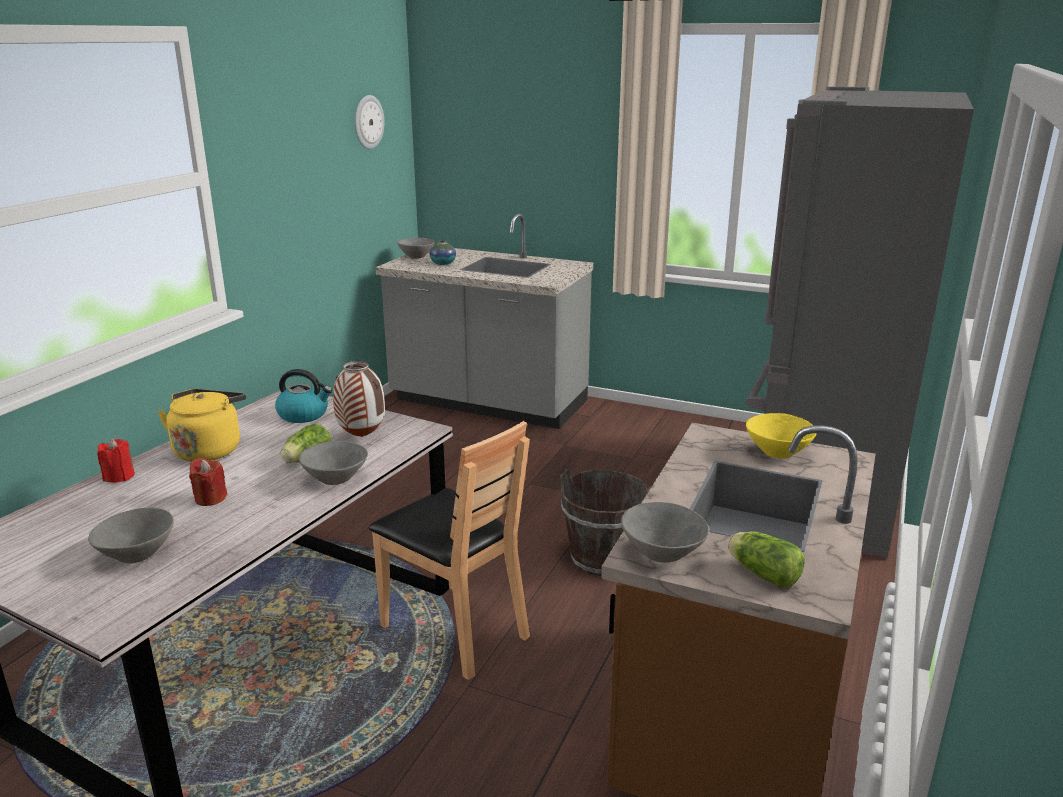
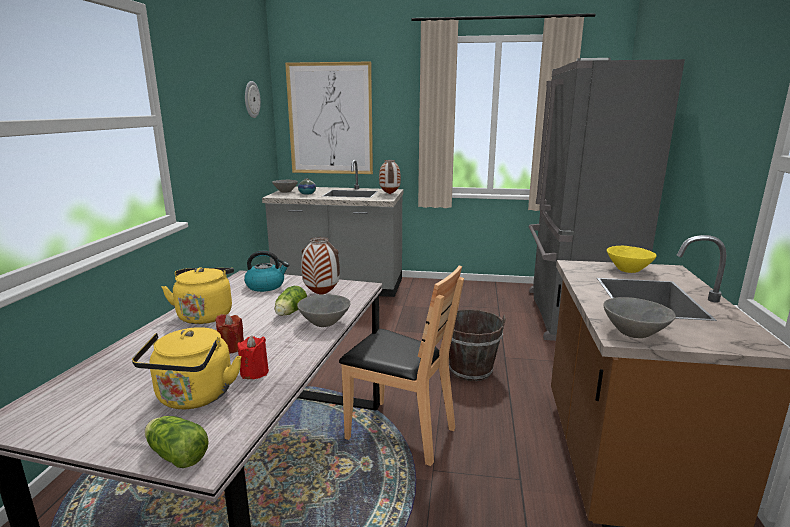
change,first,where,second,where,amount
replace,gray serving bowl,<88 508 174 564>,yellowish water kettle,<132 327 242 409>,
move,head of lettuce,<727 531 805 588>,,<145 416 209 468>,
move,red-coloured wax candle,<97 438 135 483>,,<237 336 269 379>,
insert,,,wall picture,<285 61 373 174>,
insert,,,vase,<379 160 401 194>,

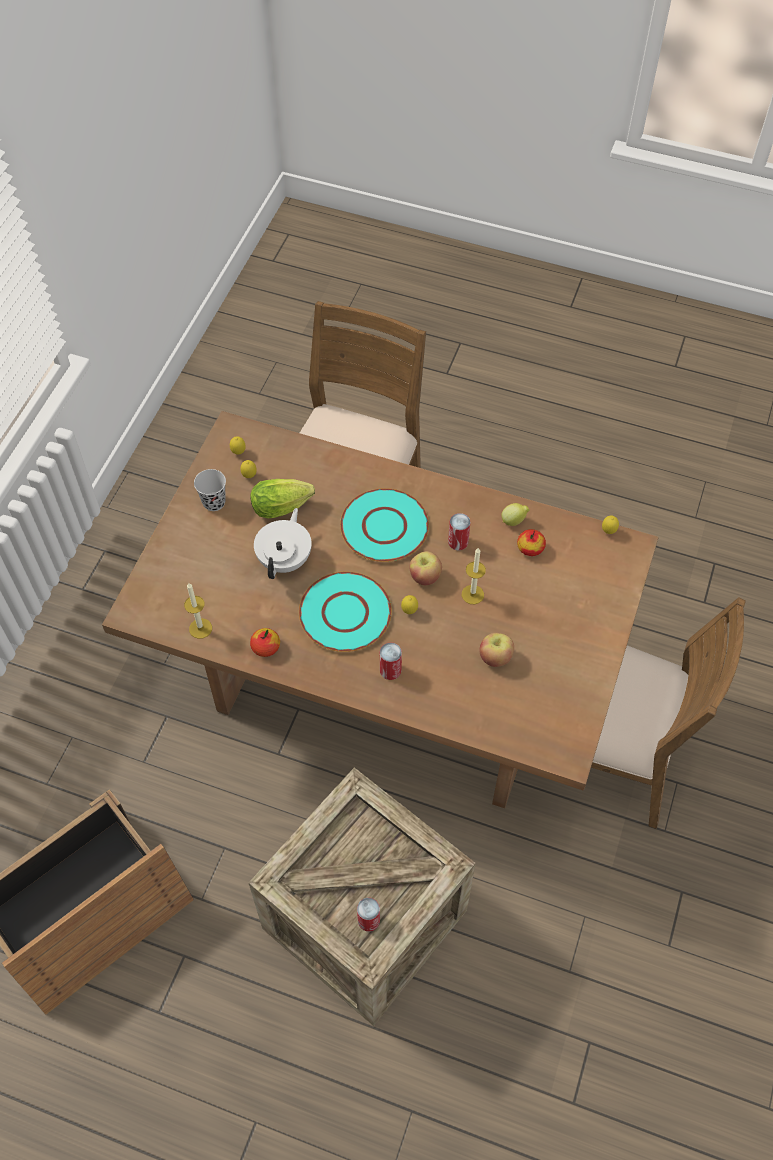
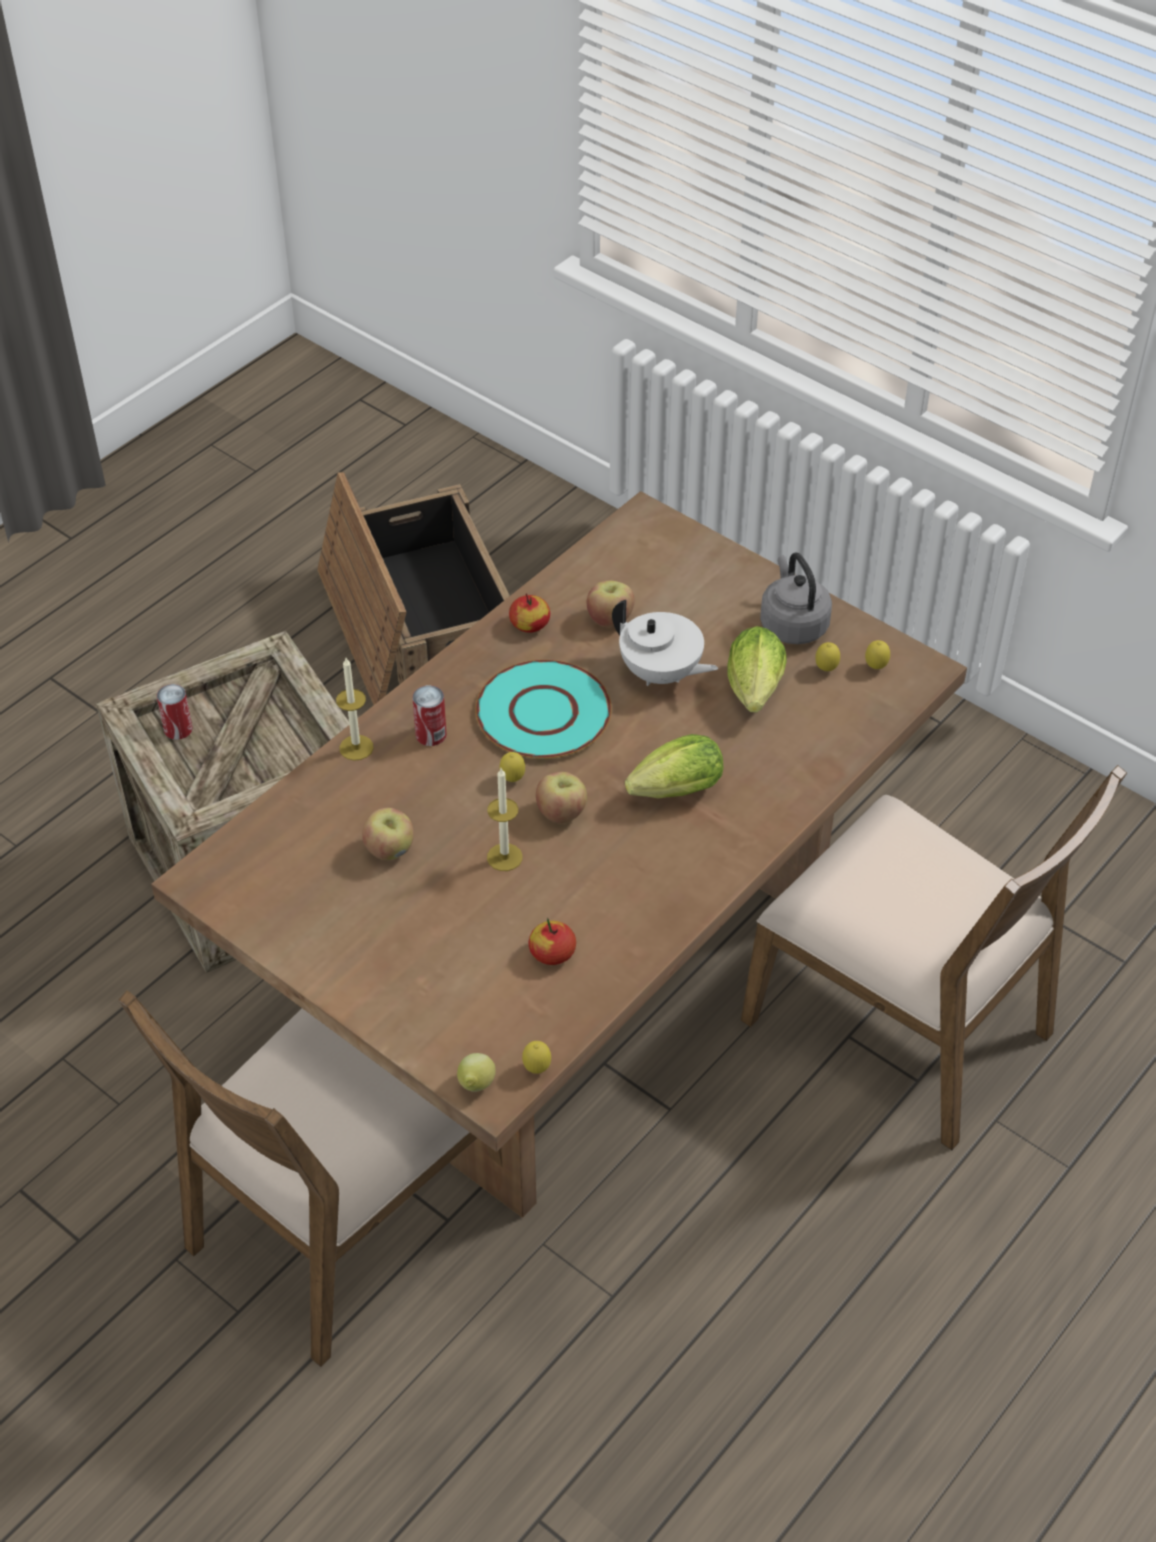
change,first,where,second,where,amount
move,wax candle,<184 583 212 639>,,<336 658 374 761>,
move,whole lemon,<501 503 529 526>,,<457 1053 496 1092>,
insert,,,apple,<587 580 635 627>,
replace,turquoise plate,<340 488 429 562>,head of lettuce,<625 734 723 798>,
replace,black small cup,<194 469 226 511>,gray water kettle,<760 553 832 644>,
delete,sealed can,<448 513 471 550>,,,

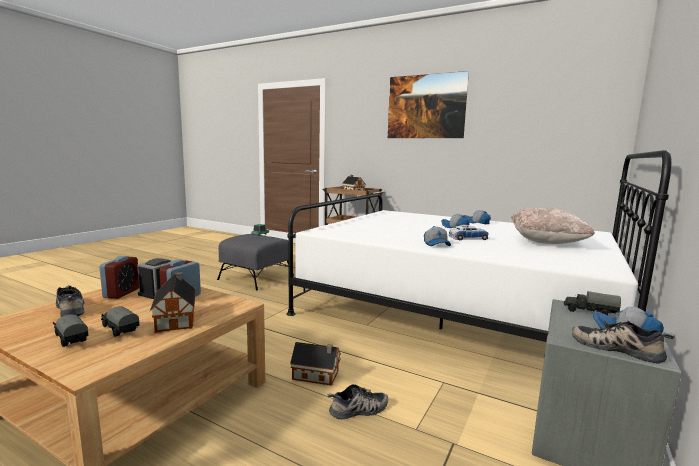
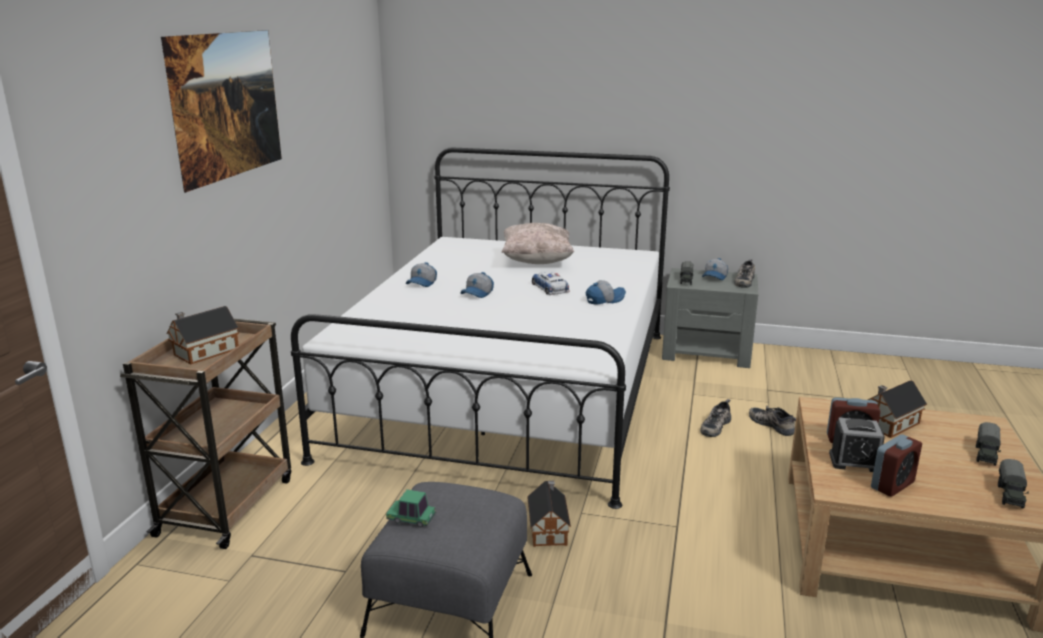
change,first,where,second,where,amount
move,toy house,<290 342 341 386>,,<527 481 571 547>,
move,low shoe,<56 286 85 317>,,<700 399 731 437>,
rotate,bedside clock,<99 256 139 299>,,<871 434 922 496>,150 degrees clockwise
move,model truck,<101 306 139 337>,,<998 459 1029 509>,

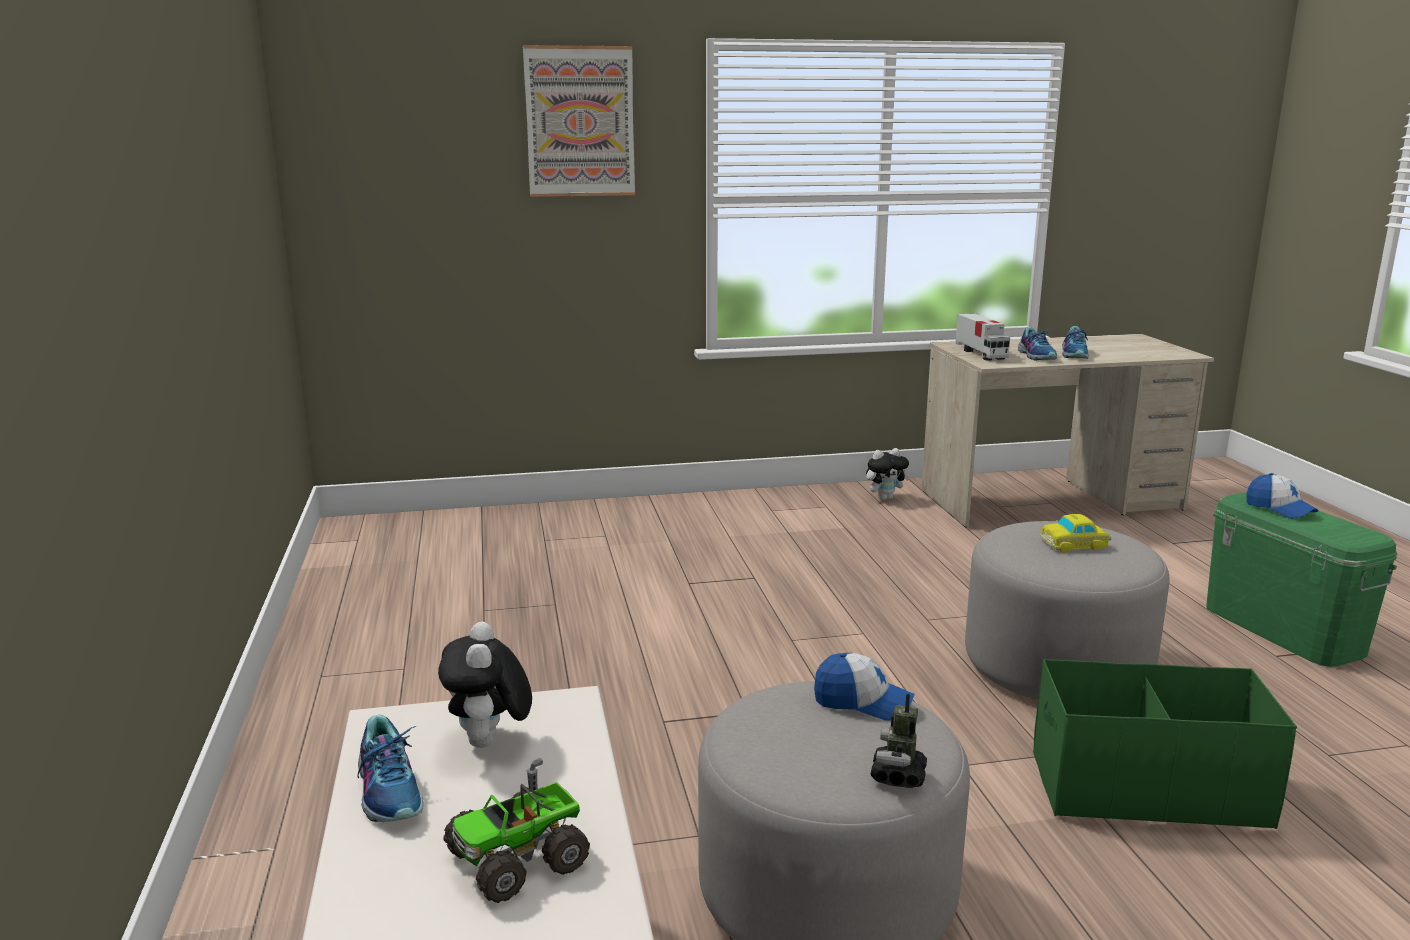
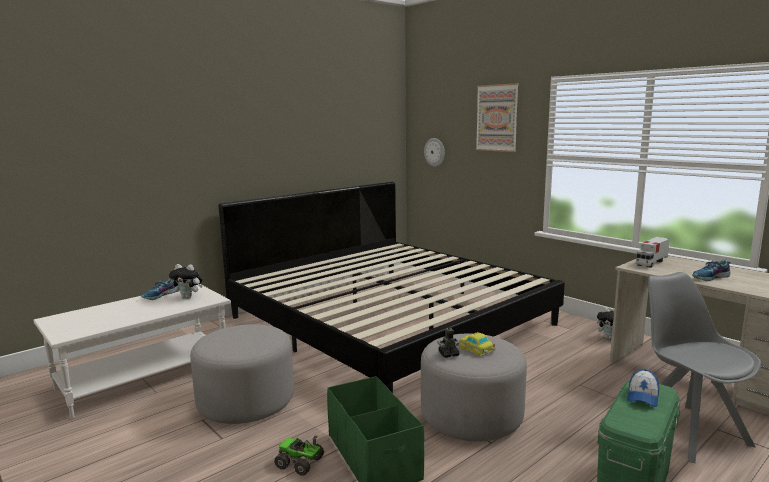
change,first,where,second,where,amount
rotate,plush toy,<438 622 532 748>,,<169 264 203 299>,135 degrees counterclockwise
insert,,,bed,<219 182 565 393>,
move,model truck,<444 758 590 903>,,<274 435 324 476>,
insert,,,wall clock,<424 138 445 167>,
move,model robot,<871 693 927 788>,,<437 322 459 358>,
insert,,,gray plain chair,<648 272 761 463>,
delete,cap,<814 653 914 721>,,,
delete,low shoe,<1018 327 1057 360>,,,

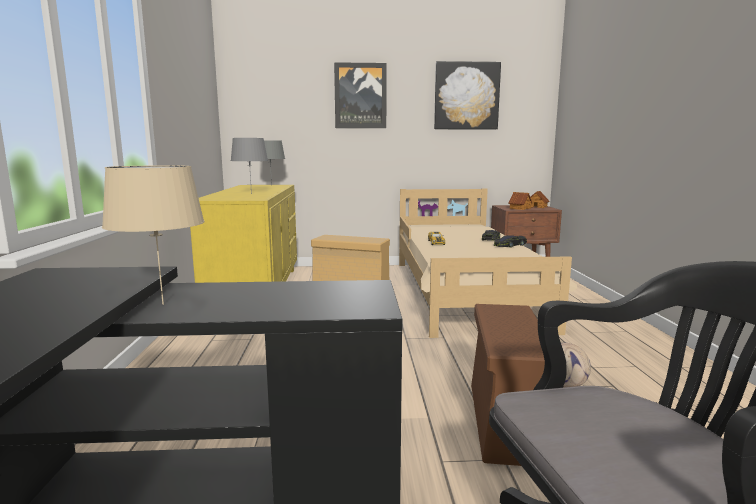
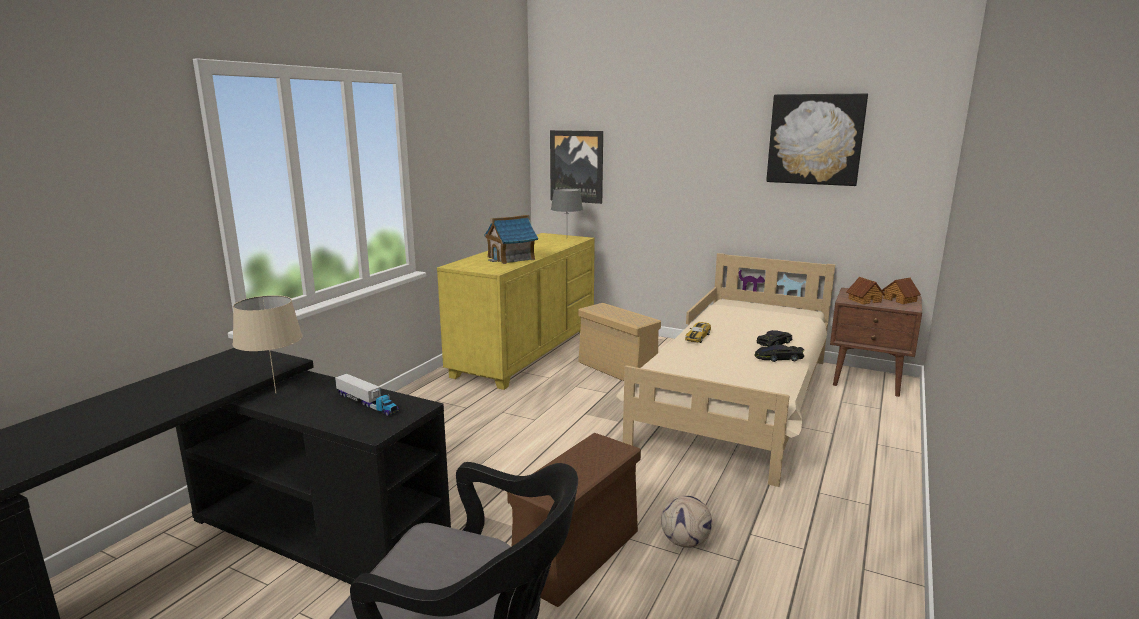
change,first,where,second,where,amount
insert,,,model truck,<335 374 400 416>,
replace,gray table lamp,<231 138 268 194>,toy house,<484 215 538 264>,
move,wall picture,<334 62 387 128>,,<550 130 603 204>,

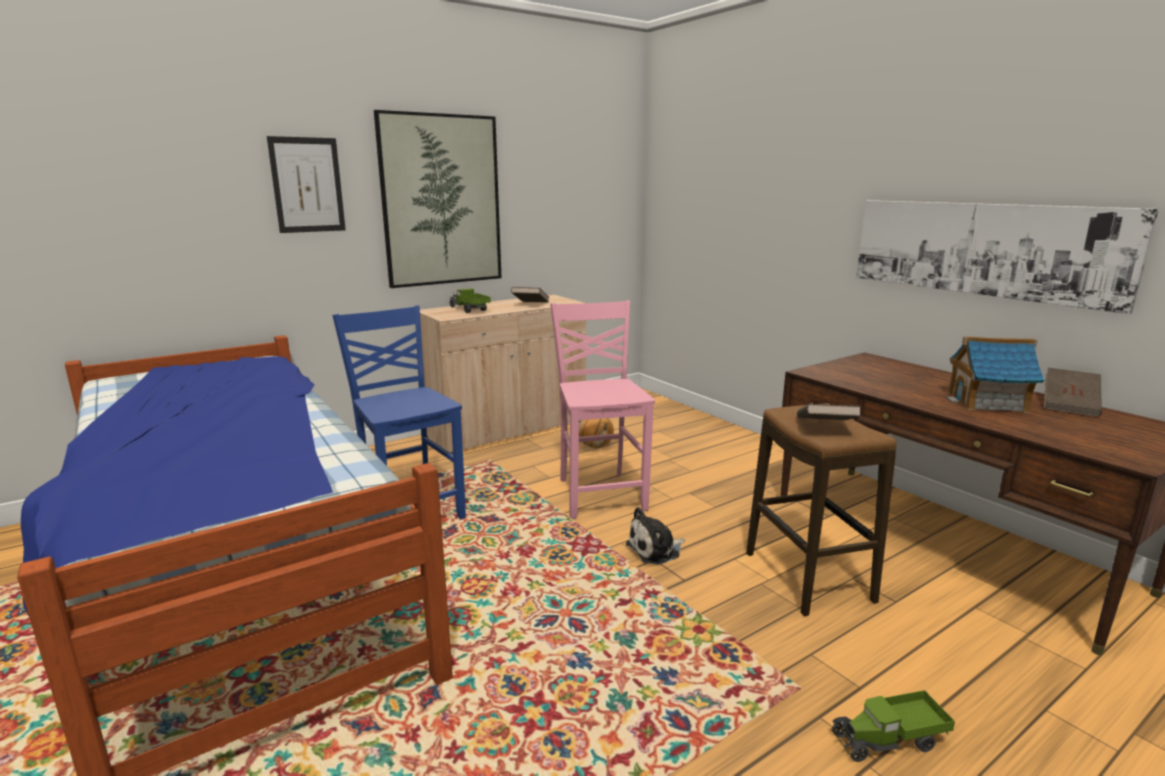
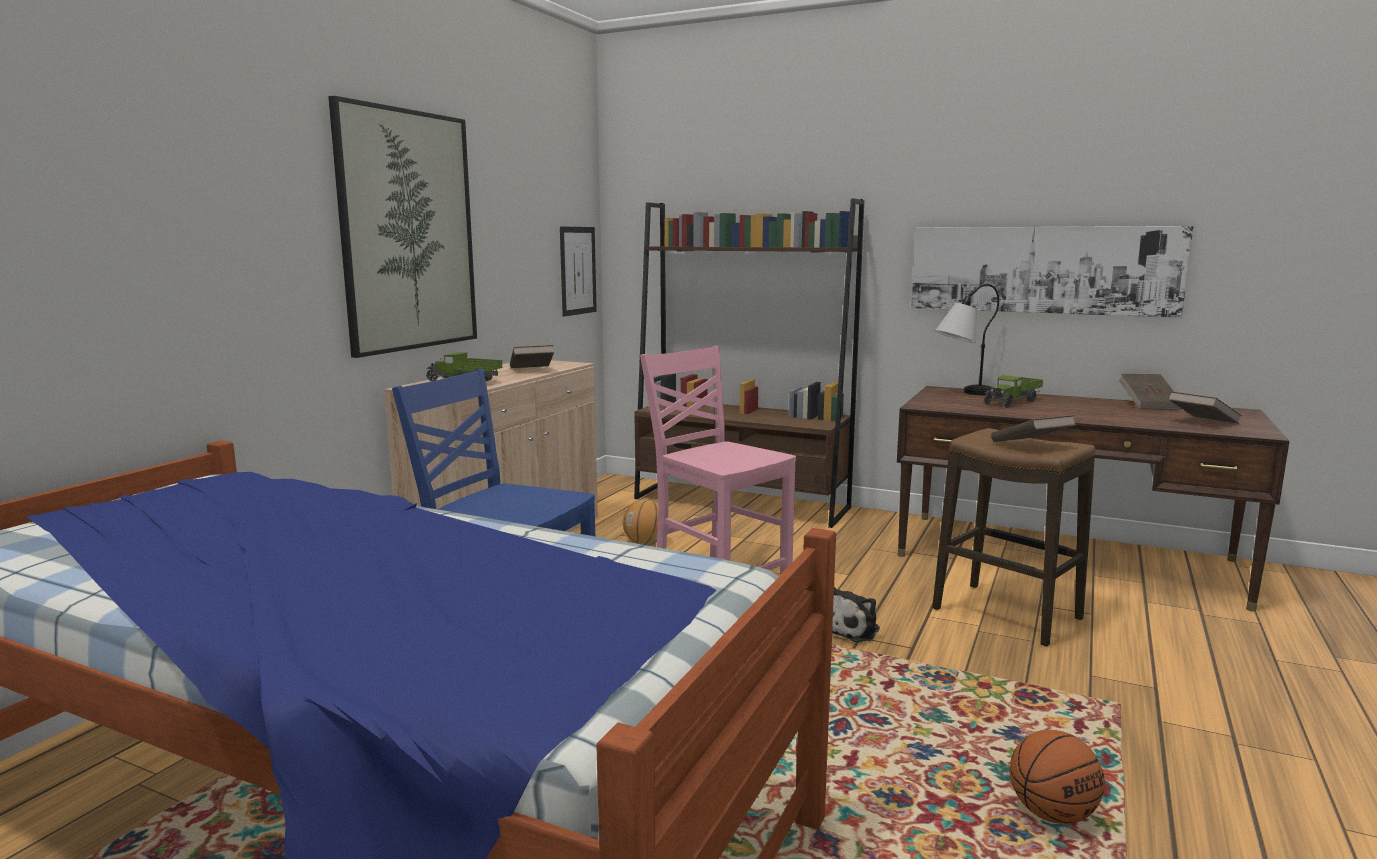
change,first,where,second,where,amount
move,wall picture,<267 136 346 233>,,<560 226 597 317>,
insert,,,brown-coloured shelving unit,<634 198 864 528>,
insert,,,table lamp,<935 284 999 395>,
move,model truck,<831 690 955 762>,,<984 375 1043 408>,
insert,,,basketball,<1010 730 1105 824>,
insert,,,brown-coloured volume,<1168 391 1242 424>,
delete,toy house,<946 336 1044 413>,,,

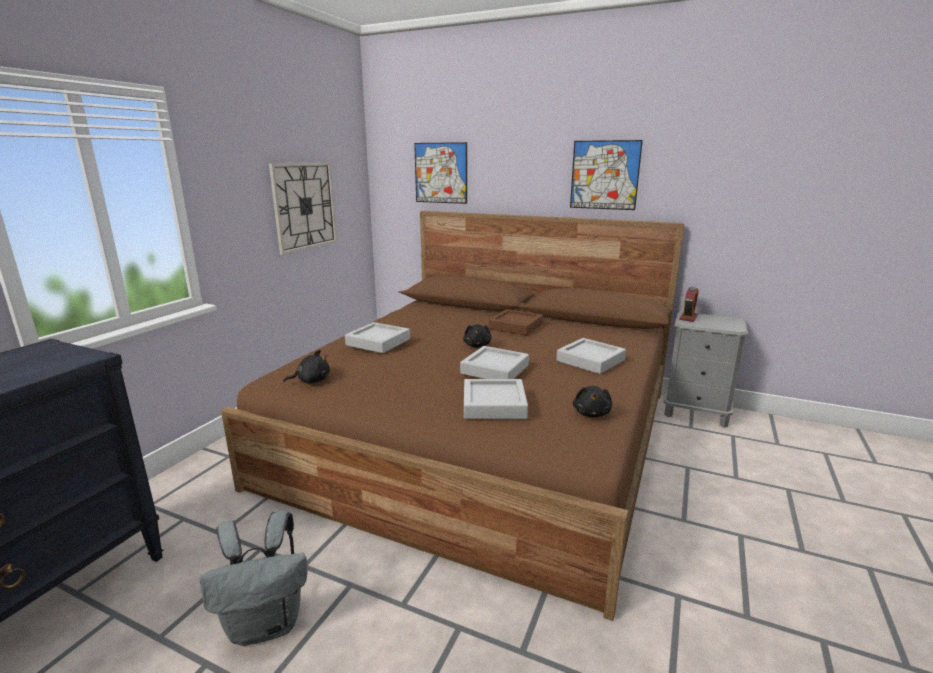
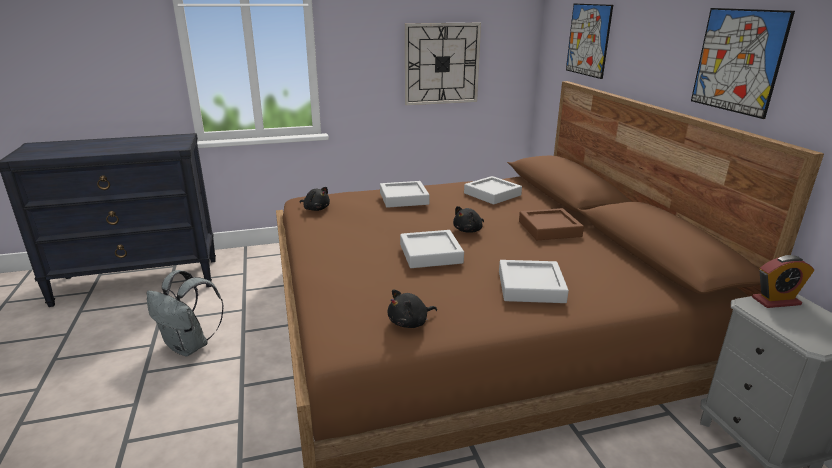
change,first,where,second,where,amount
move,gray serving tray,<464 379 528 419>,,<464 176 522 204>,

